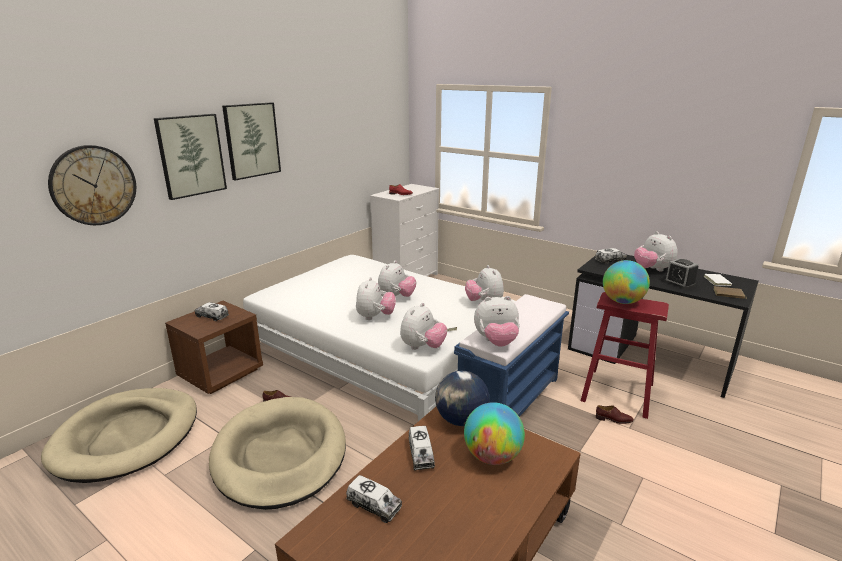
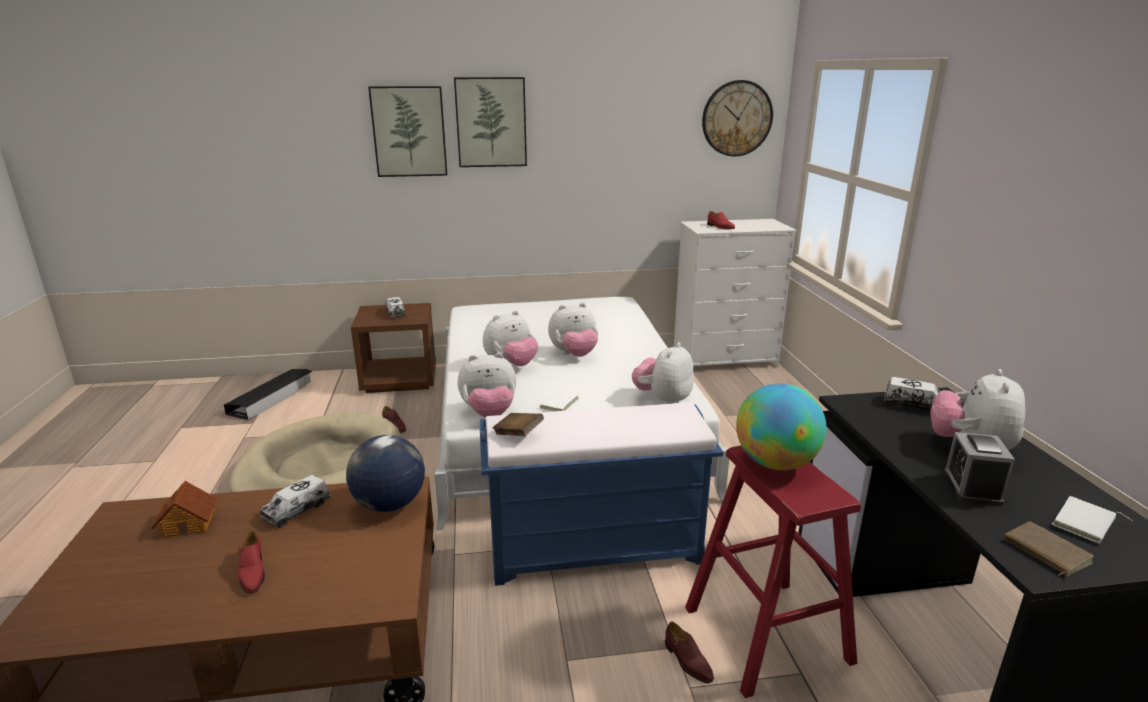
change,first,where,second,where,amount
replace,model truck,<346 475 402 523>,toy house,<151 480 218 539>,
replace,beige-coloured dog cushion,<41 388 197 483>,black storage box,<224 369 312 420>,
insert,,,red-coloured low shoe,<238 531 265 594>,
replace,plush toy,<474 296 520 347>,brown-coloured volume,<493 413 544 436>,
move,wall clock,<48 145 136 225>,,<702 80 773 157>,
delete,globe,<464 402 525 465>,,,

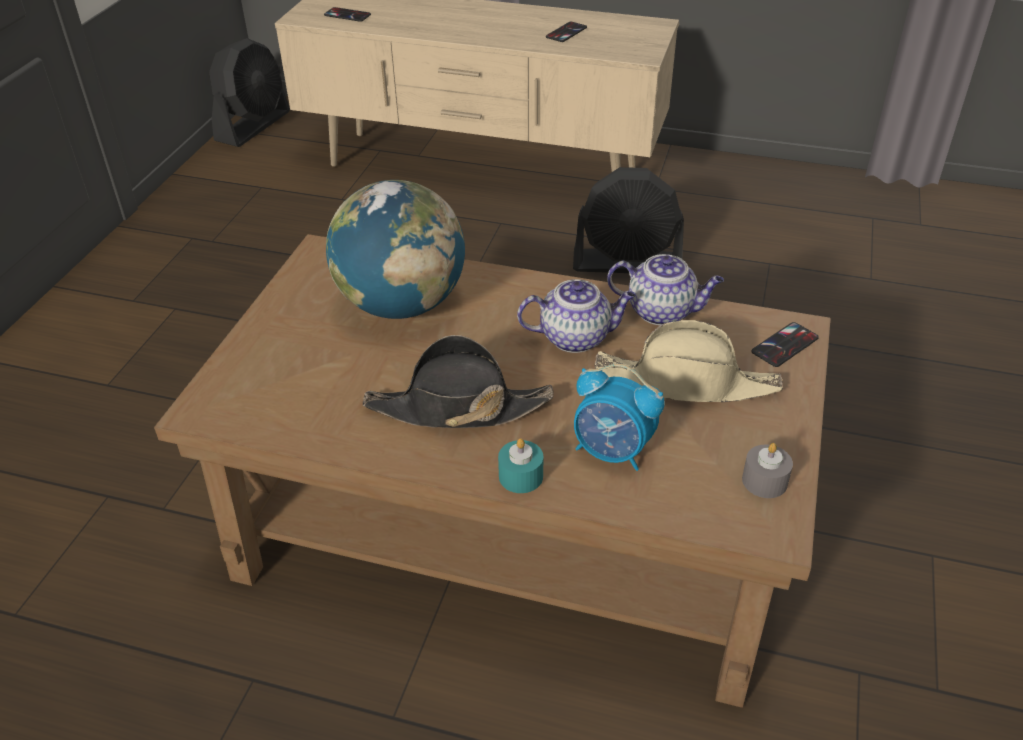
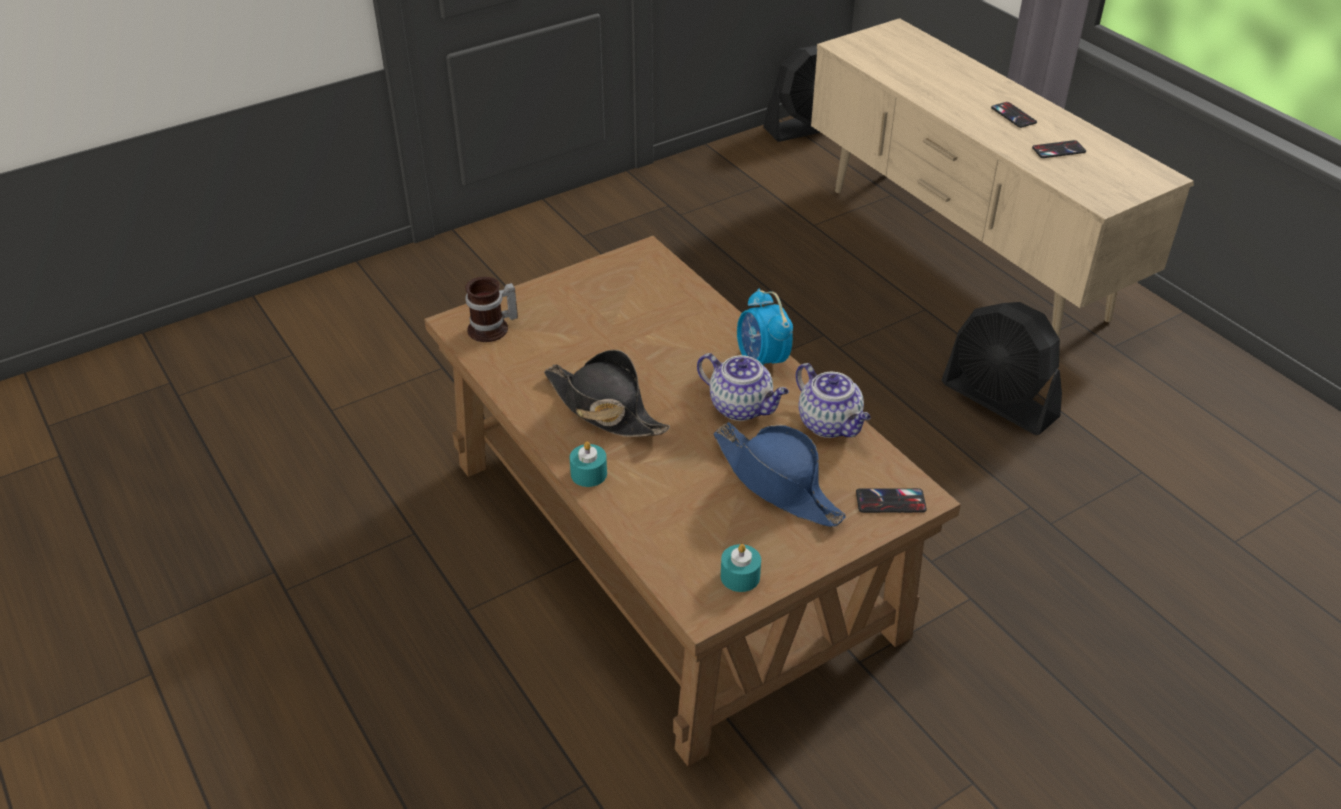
change,first,where,second,where,amount
insert,,,tea mug,<465 277 518 342>,
recolor,beige-coloured hat,<595 320 783 402>,bluish hat,<713 422 846 527>,
recolor,gray wax candle,<742 443 793 498>,turquoise wax candle,<721 544 761 592>,
move,bedside clock,<574 364 665 471>,,<737 288 793 366>,
move,telephone,<324 7 371 22>,,<991 102 1037 128>,
delete,globe,<326 180 465 319>,,,

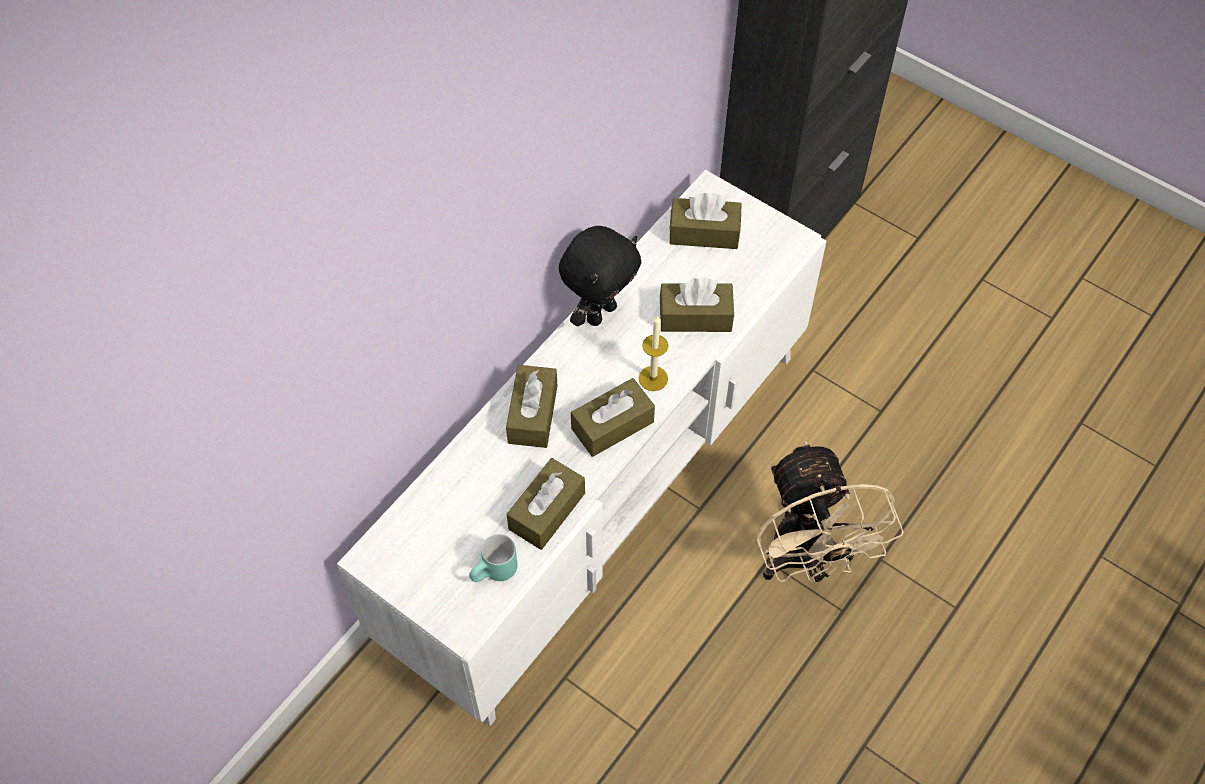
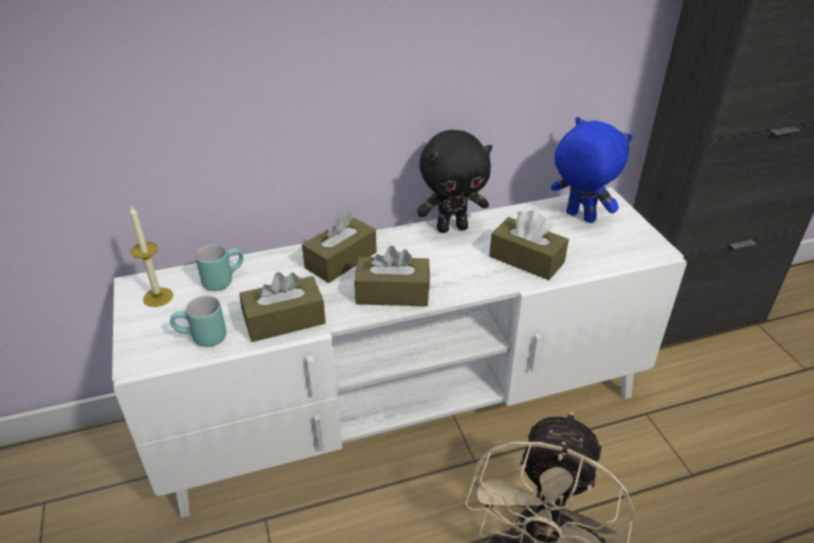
change,first,where,second,where,amount
move,wax candle,<639 316 668 391>,,<130 206 173 307>,
insert,,,turquoise tea mug,<195 244 243 291>,
replace,brown-coloured tissue box,<669 193 741 249>,bluish plush toy,<551 117 632 223>,

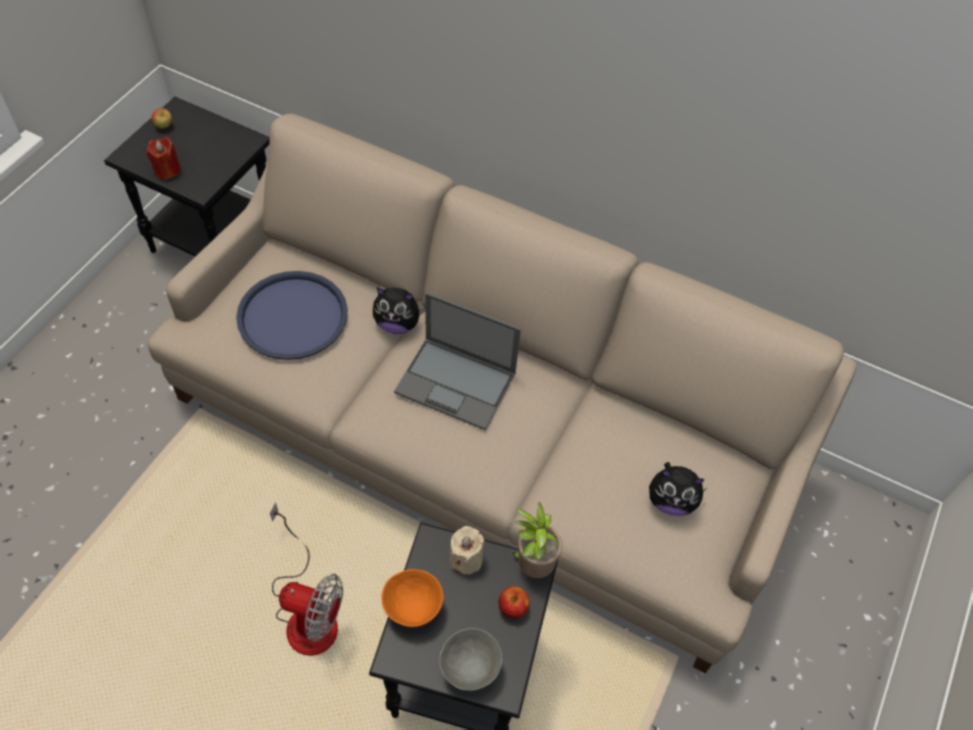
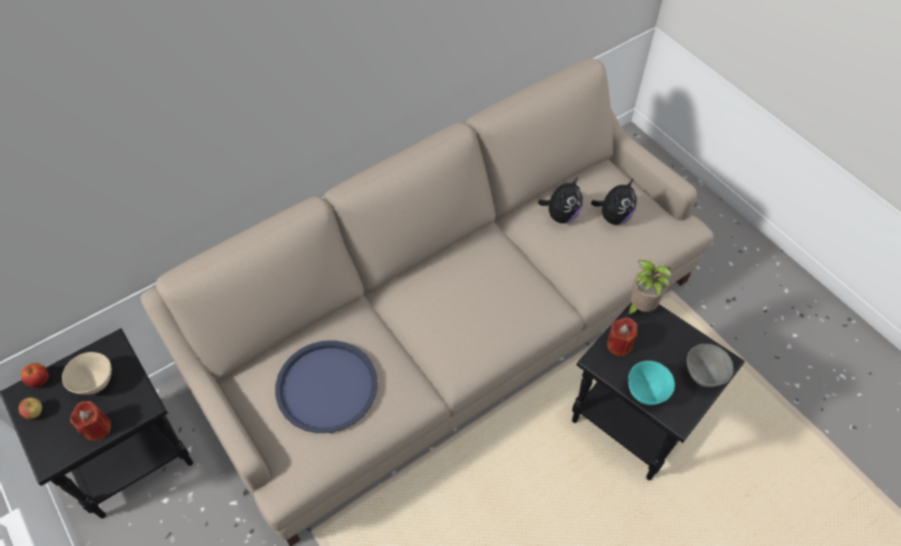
change,first,where,second,where,amount
move,apple,<498 586 530 619>,,<21 363 48 388>,
insert,,,beige-coloured serving bowl,<62 352 112 395>,
move,plush toy,<373 287 425 334>,,<538 177 583 223>,
recolor,beige-coloured wax candle,<450 526 484 574>,red-coloured wax candle,<607 317 637 357>,
recolor,orange serving bowl,<382 569 444 627>,turquoise serving bowl,<628 361 675 405>,
delete,electric fan,<270 502 343 656>,,,
delete,portable computer,<394 292 521 430>,,,

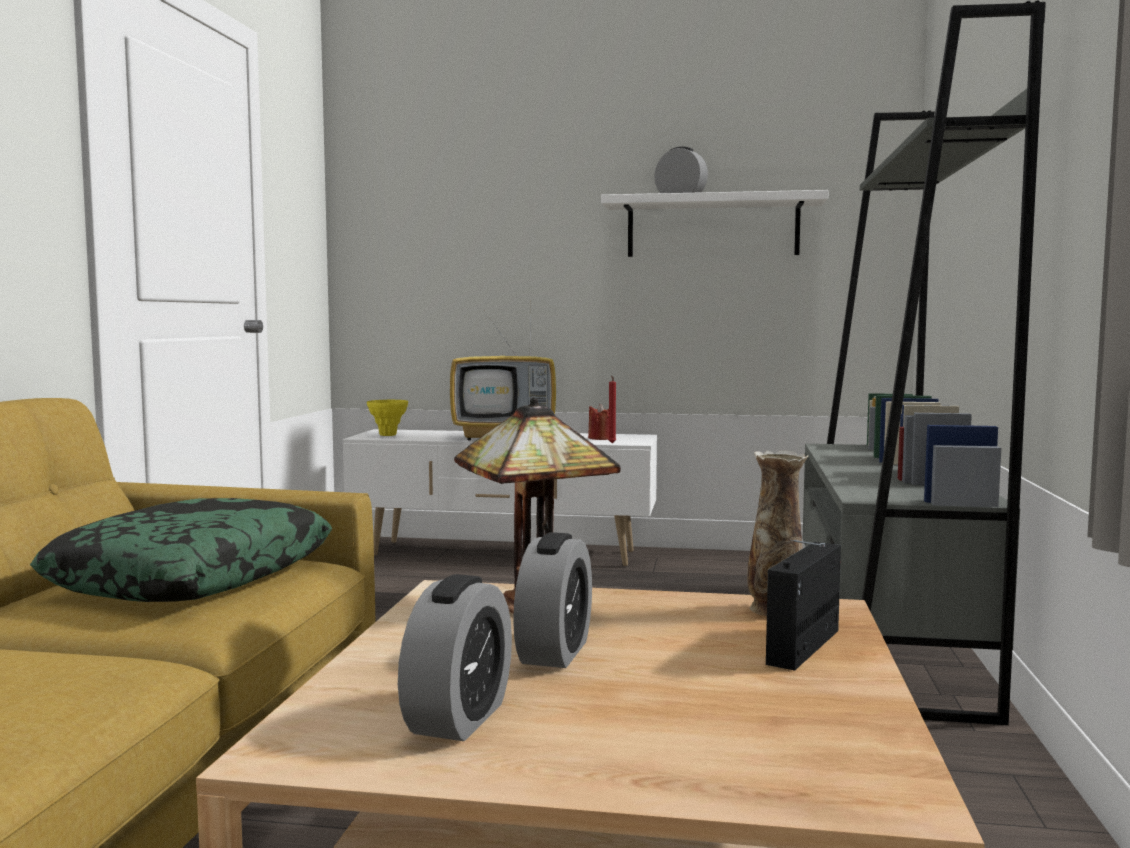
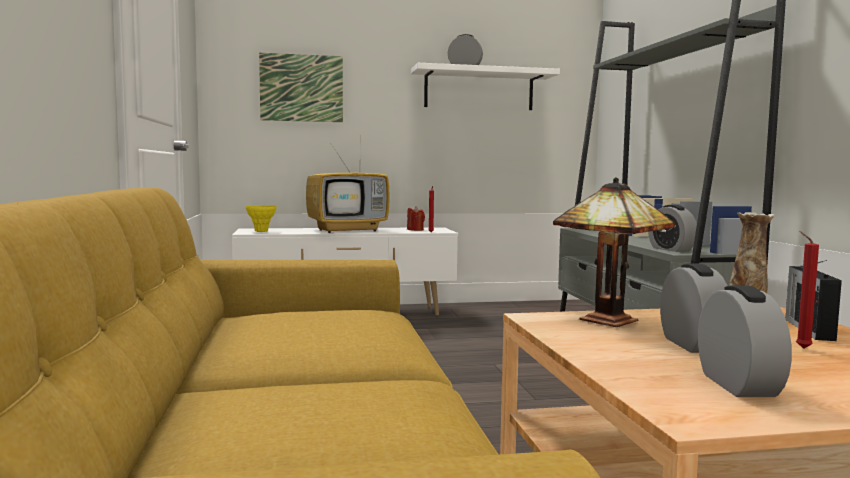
change,first,where,second,where,amount
insert,,,wall picture,<259 53 343 122>,
insert,,,bedside clock,<648 205 697 252>,
insert,,,red-coloured wax candle,<796 231 819 349>,
delete,cushion,<30 498 332 602>,,,

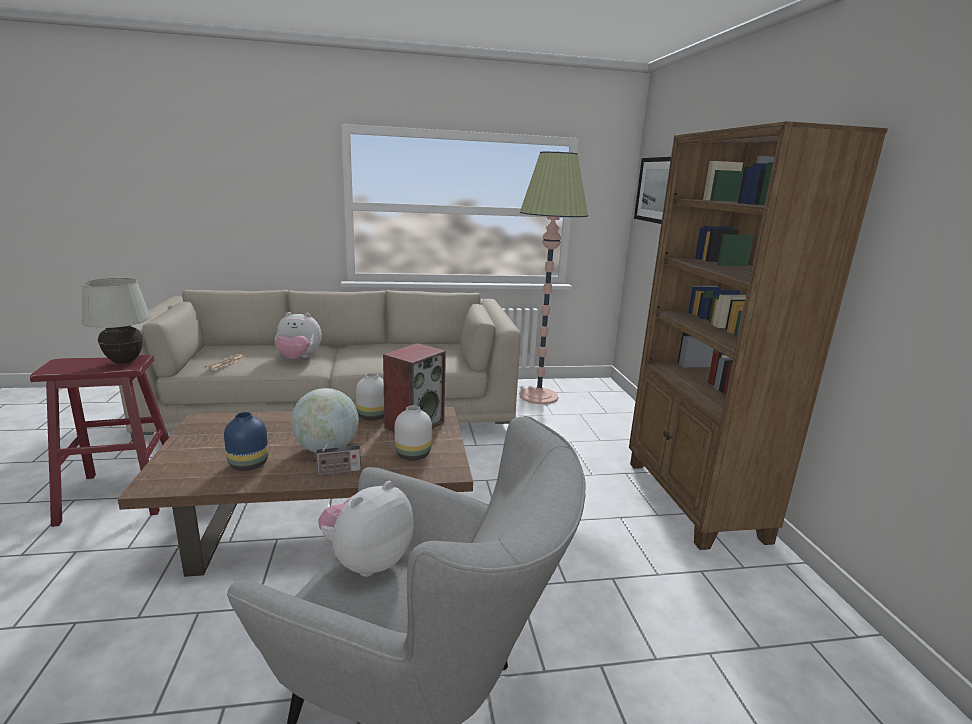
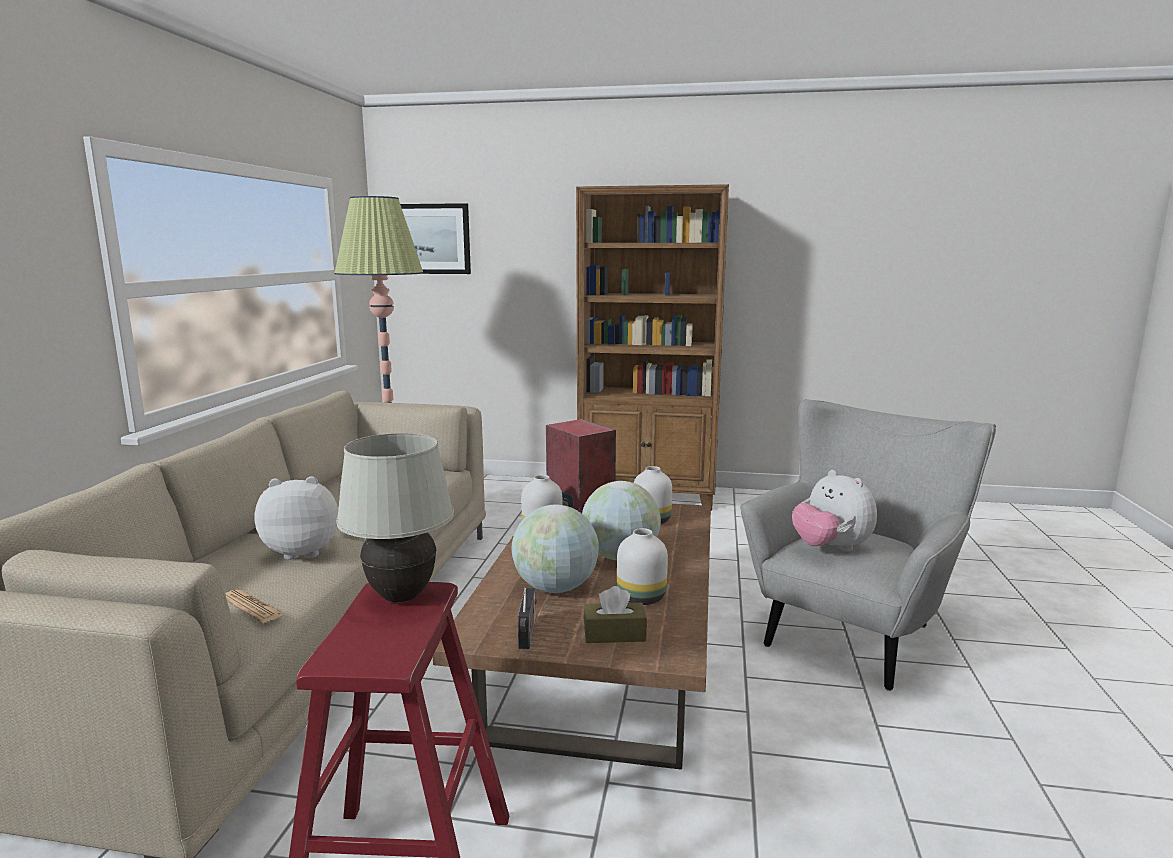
change,first,where,second,where,amount
rotate,plush toy,<275 312 322 359>,,<255 476 338 560>,120 degrees counterclockwise
insert,,,globe,<511 504 599 593>,
move,radio receiver,<312 437 361 475>,,<518 588 537 649>,
insert,,,brown-coloured tissue box,<583 586 647 643>,
recolor,bluish vase,<224 412 269 471>,white vase,<617 528 668 605>,

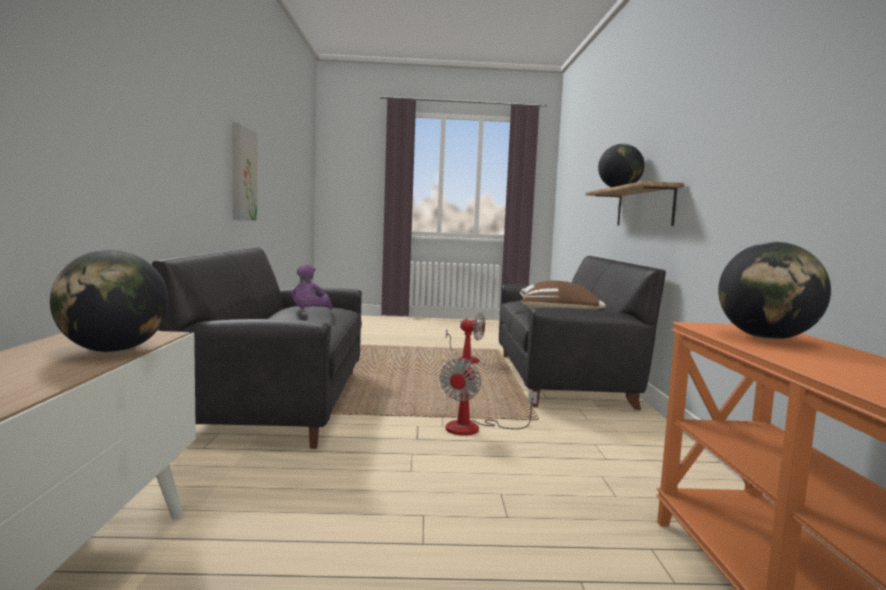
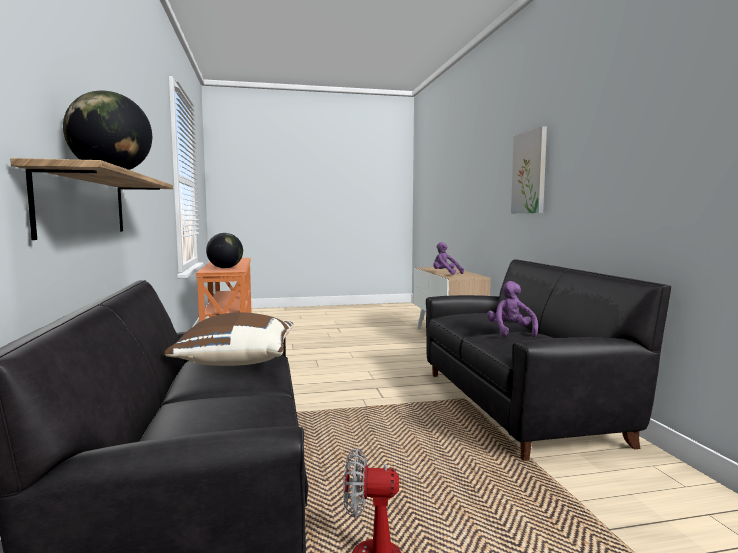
change,first,where,second,where,amount
replace,globe,<50 250 169 352>,purple plush toy,<433 242 464 275>,
move,wall picture,<233 123 257 221>,,<511 126 547 213>,
delete,electric fan,<440 358 538 436>,,,

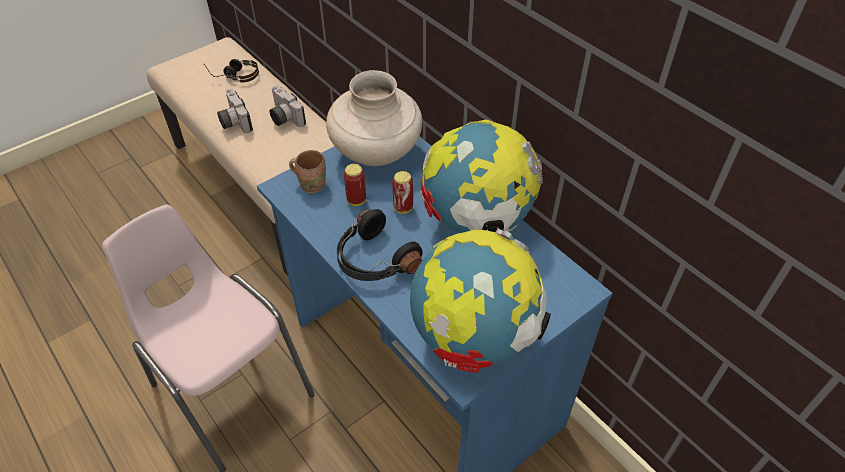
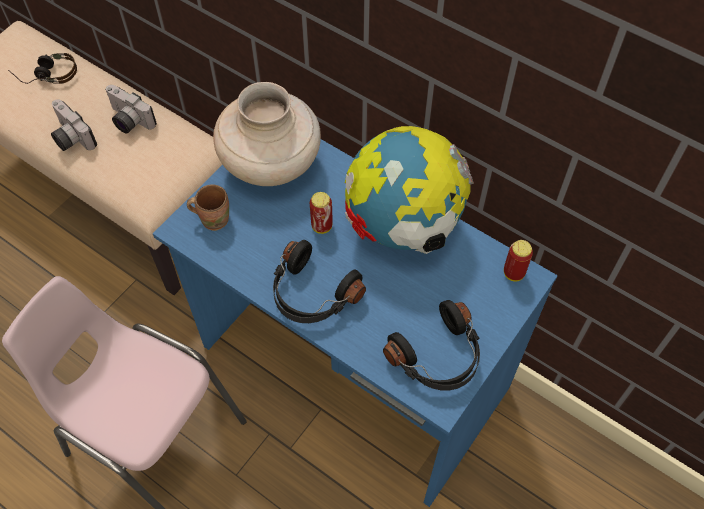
change,first,where,second,where,amount
replace,globe,<410 229 551 373>,black headset,<383 300 480 390>,
move,sealed can,<344 164 366 206>,,<504 240 533 282>,

